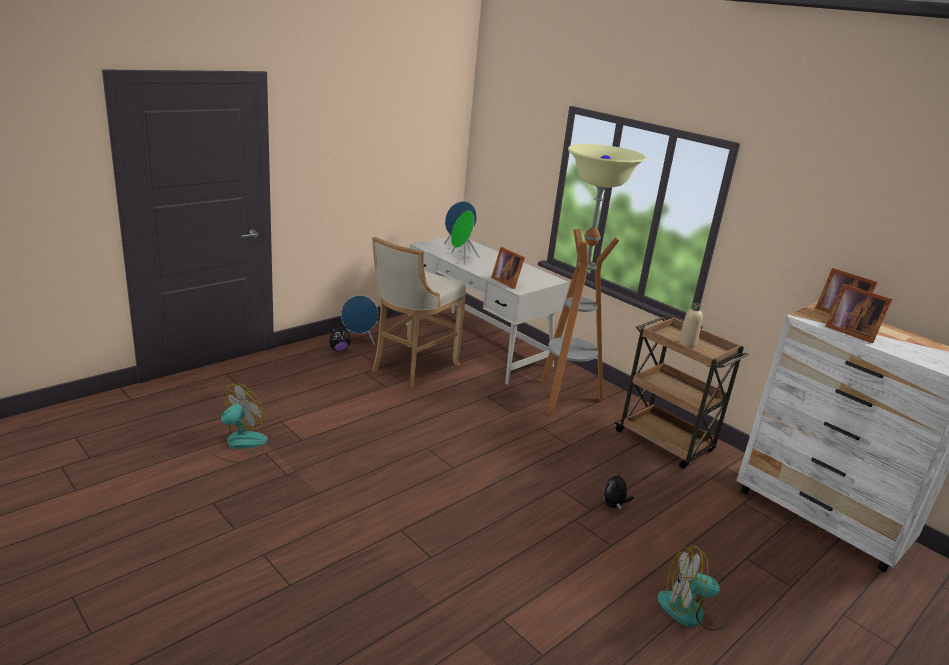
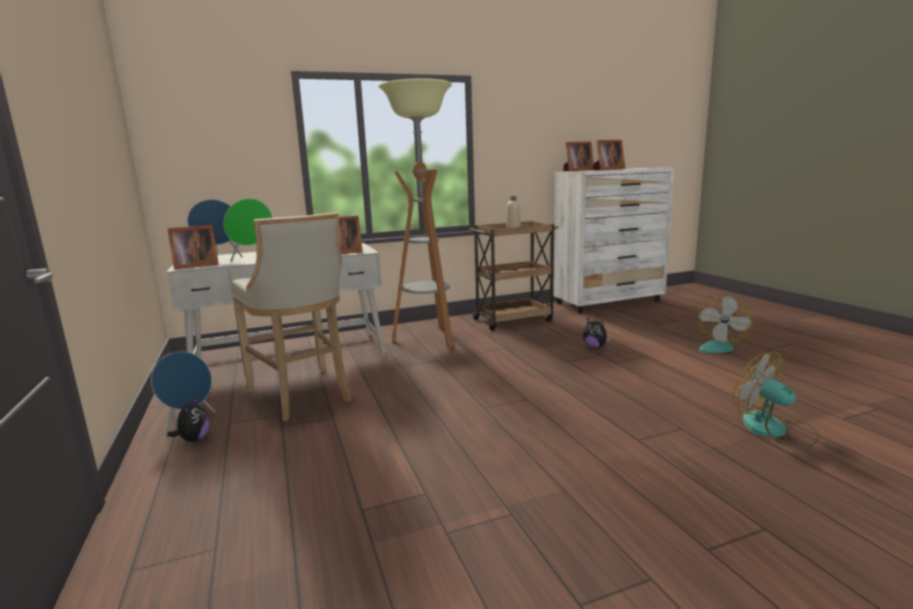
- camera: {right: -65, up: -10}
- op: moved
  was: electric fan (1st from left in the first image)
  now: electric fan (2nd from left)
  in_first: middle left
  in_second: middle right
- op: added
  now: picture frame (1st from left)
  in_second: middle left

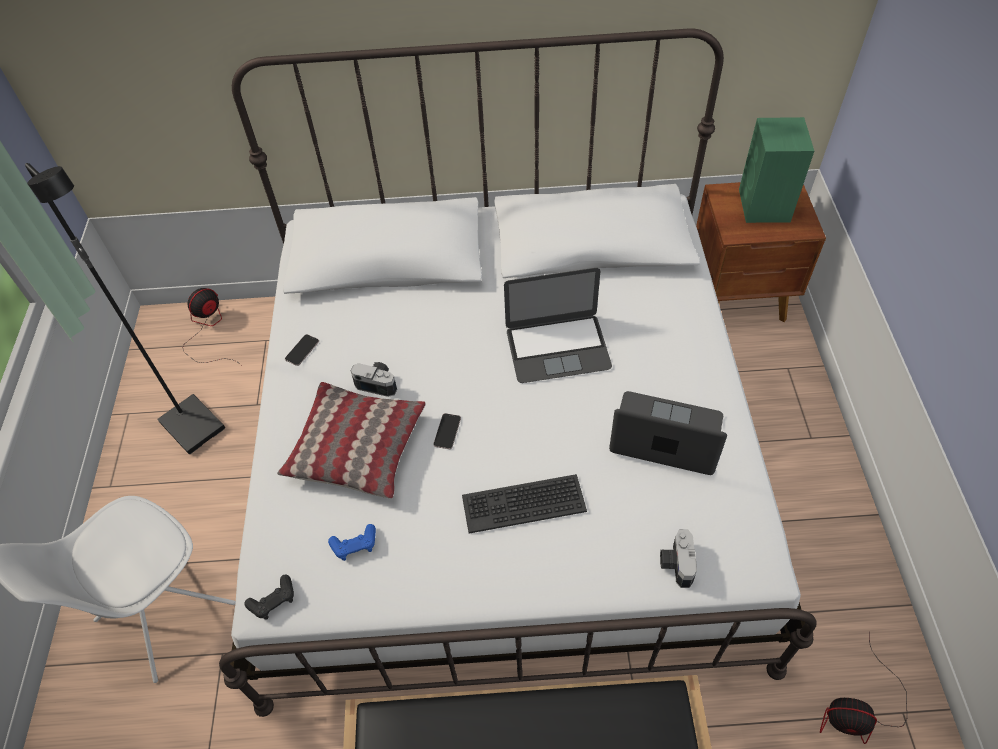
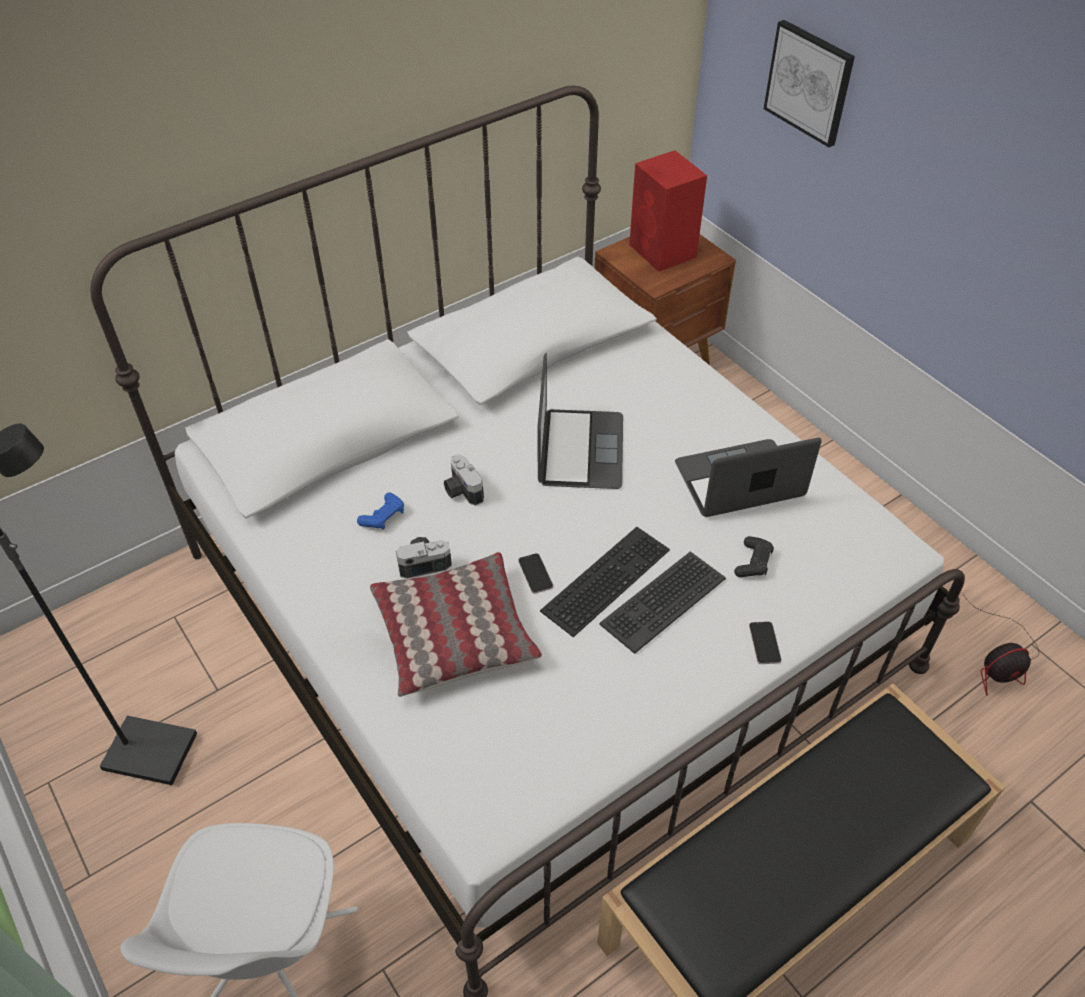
- camera: {right: -35, up: -5}
- op: recoloured
  was: greenish loudspeaker
  now: reddish loudspeaker
  in_first: top right
  in_second: top centre
- op: turned
  was: portable computer (1st from left)
  in_first: centre
  in_second: centre
  clockwise: -45
- op: removed
  was: electric fan (1st from left)
  in_first: middle left
- op: moved
  was: phone (1st from left in the first image)
  now: phone (2nd from left)
  in_first: middle left
  in_second: middle right
- op: moved
  was: bluish gamepad
  in_first: bottom centre
  in_second: centre
- op: moved
  was: still camera (2nd from left)
  in_first: bottom right
  in_second: centre
- op: moved
  was: blackish gamepad
  in_first: bottom left
  in_second: middle right
- op: added
  now: picture
  in_second: top right
- op: added
  now: PC keyboard (1st from left)
  in_second: centre

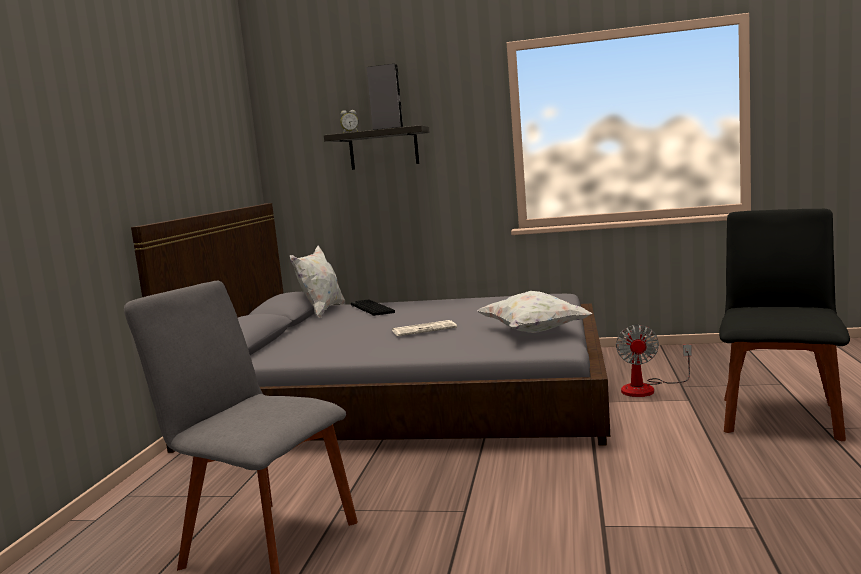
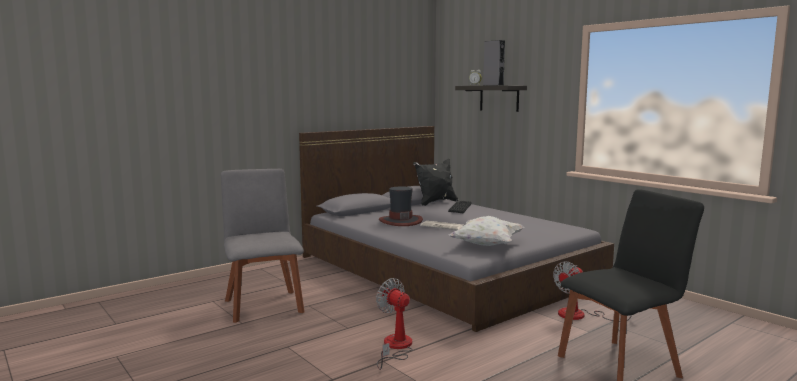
- camera: {right: 40, up: 0}
- op: recoloured
  was: whitish pillow (1st from left)
  now: blackish pillow
  in_first: centre
  in_second: centre
- op: added
  now: wearable hat
  in_second: centre
- op: added
  now: electric fan (1st from left)
  in_second: bottom centre

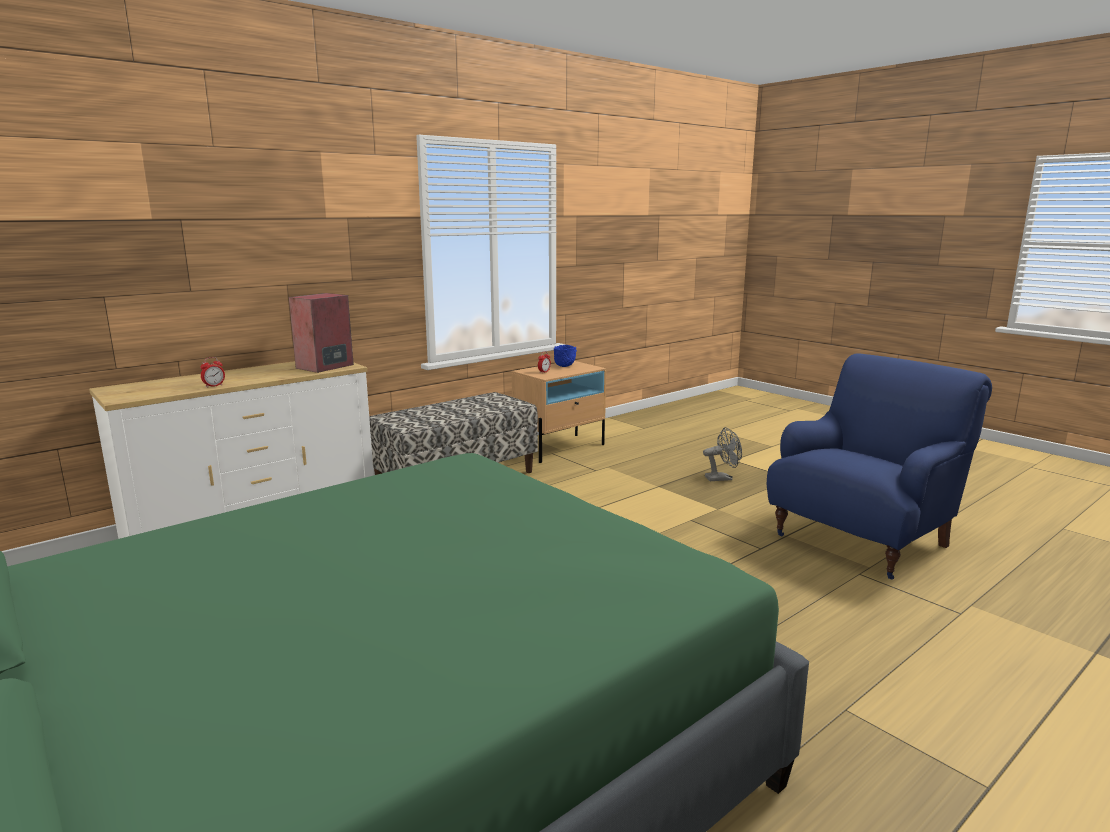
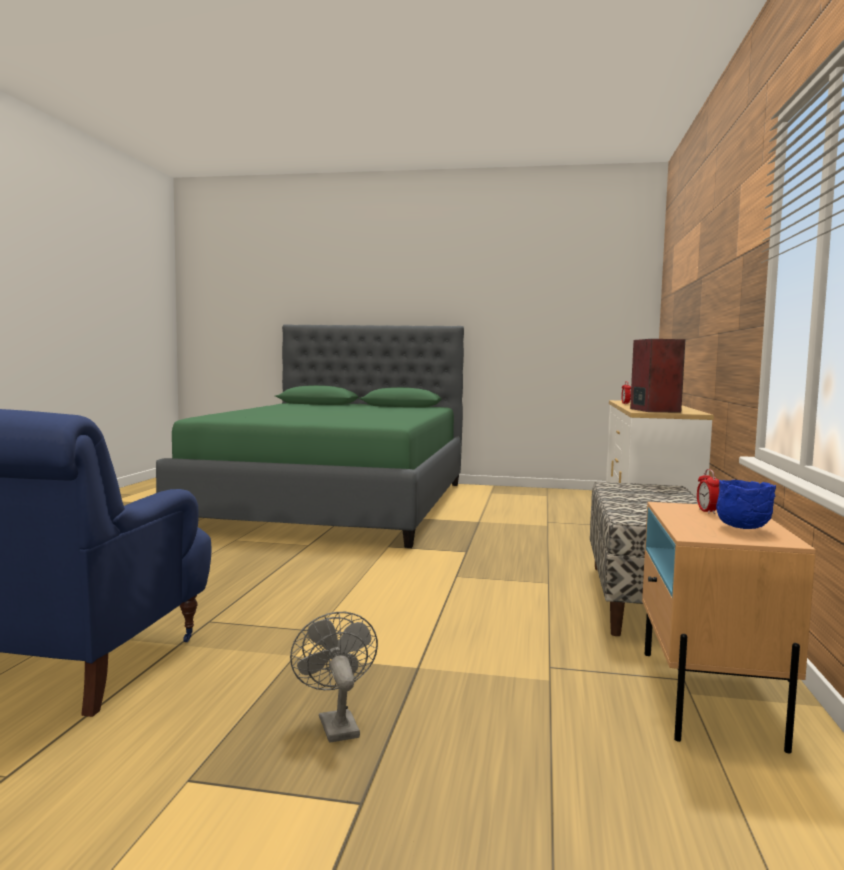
- camera: {right: 140, up: -10}
- op: turned
  was: greyish electric fan
  in_first: centre
  in_second: bottom centre
  clockwise: 120

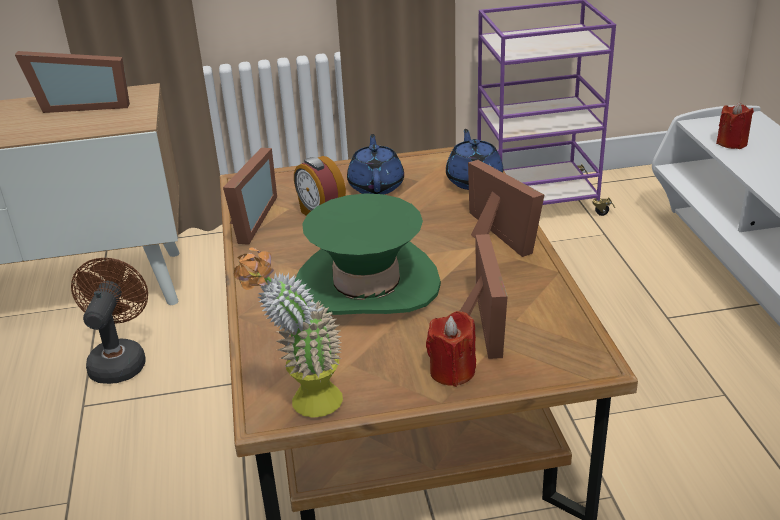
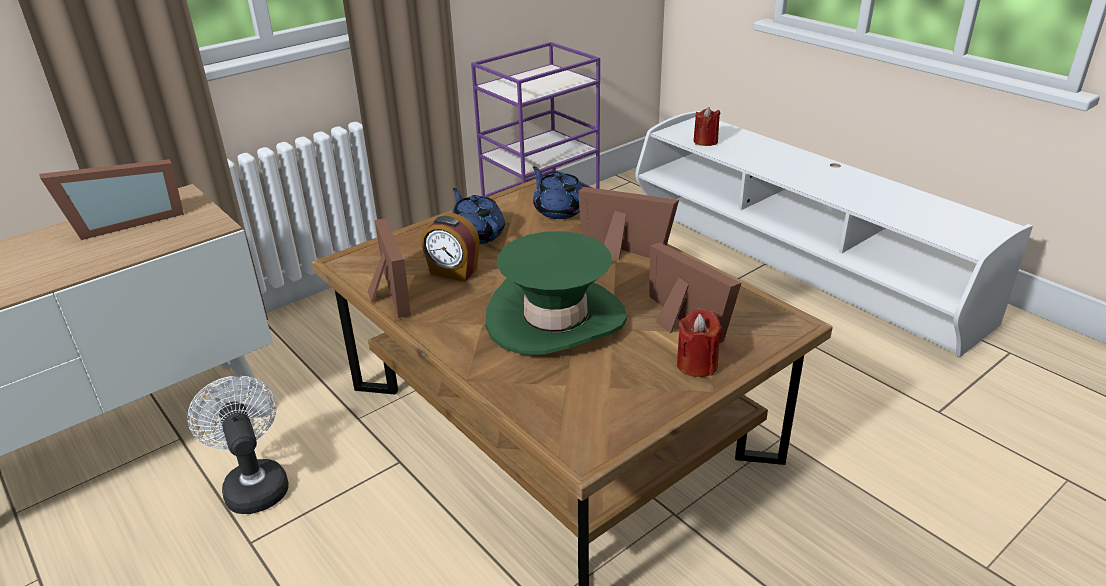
- camera: {right: -30, up: 0}
- op: removed
  was: houseplant
  in_first: centre
- op: recoloured
  was: brown electric fan
  now: whitish electric fan
  in_first: middle left
  in_second: bottom left

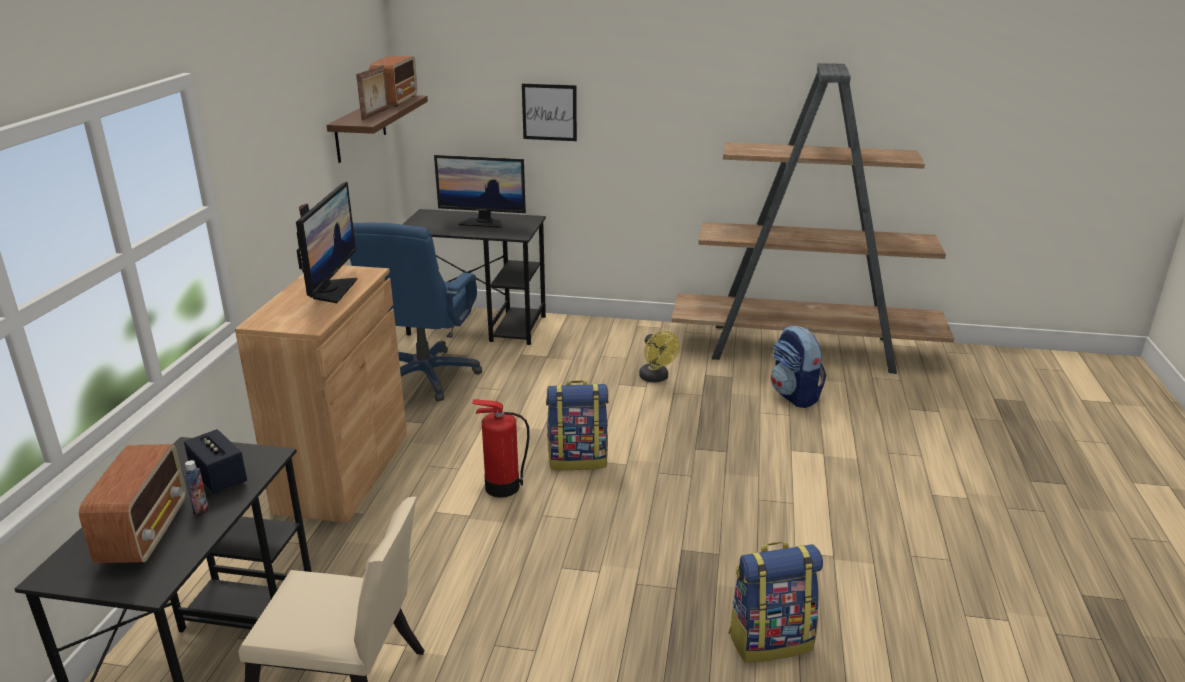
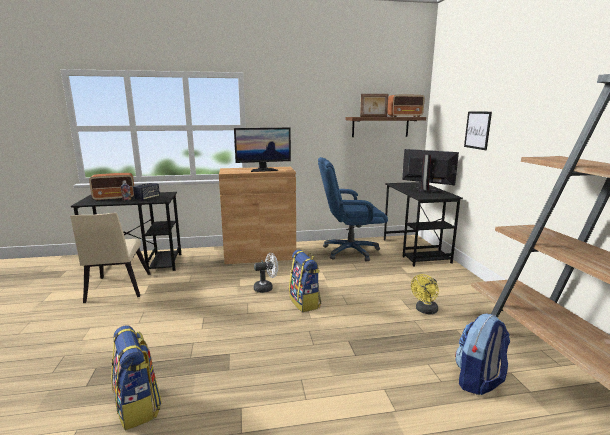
- camera: {right: 70, up: -10}
- op: turned
  was: computer screen (2nd from left)
  in_first: top centre
  in_second: middle right
  clockwise: 135
- op: replaced
  was: fire extinguisher
  now: whitish electric fan
  in_first: centre
  in_second: centre

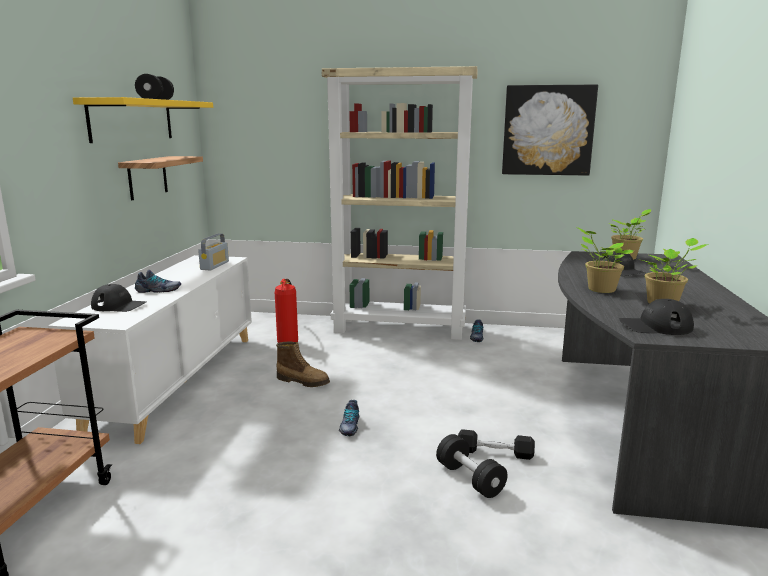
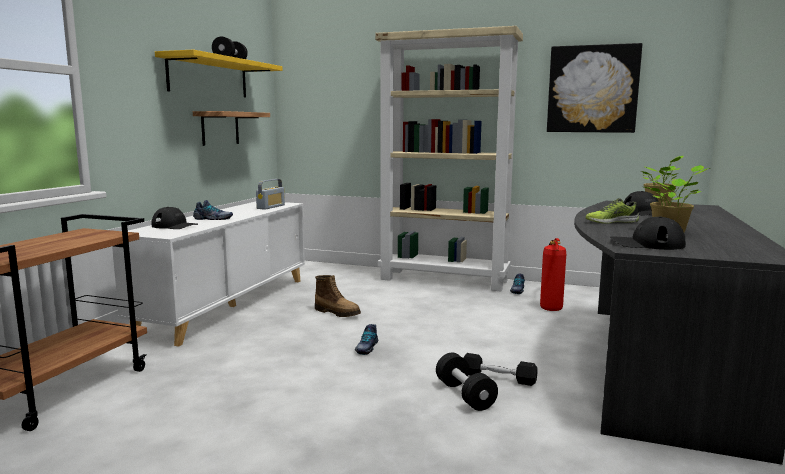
- camera: {right: 10, up: -5}
- op: replaced
  was: houseplant (1st from left)
  now: shoe (4th from left)
  in_first: middle right
  in_second: middle right
- op: moved
  was: fire extinguisher
  in_first: centre
  in_second: middle right

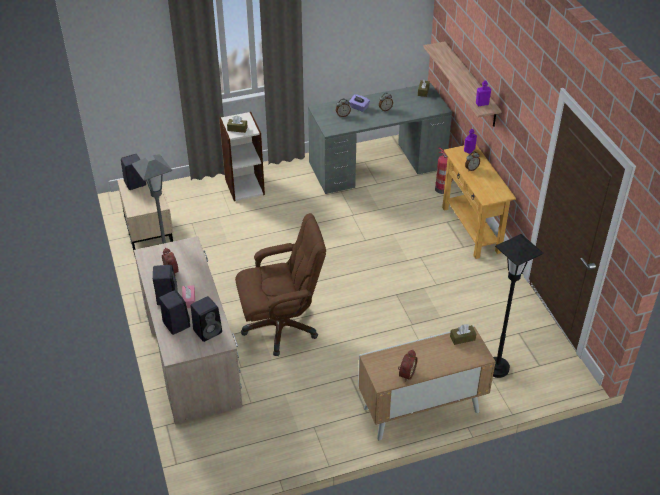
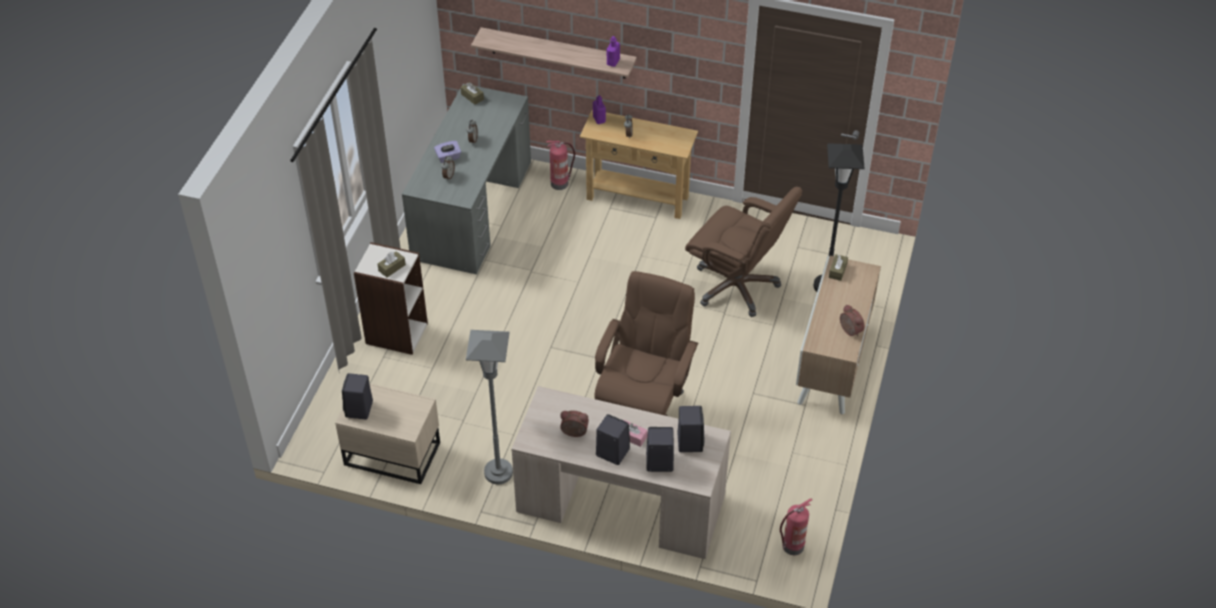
- camera: {right: -55, up: 5}
- op: added
  now: brown desk chair (2nd from left)
  in_second: centre
- op: added
  now: fire extinguisher (2nd from left)
  in_second: bottom centre

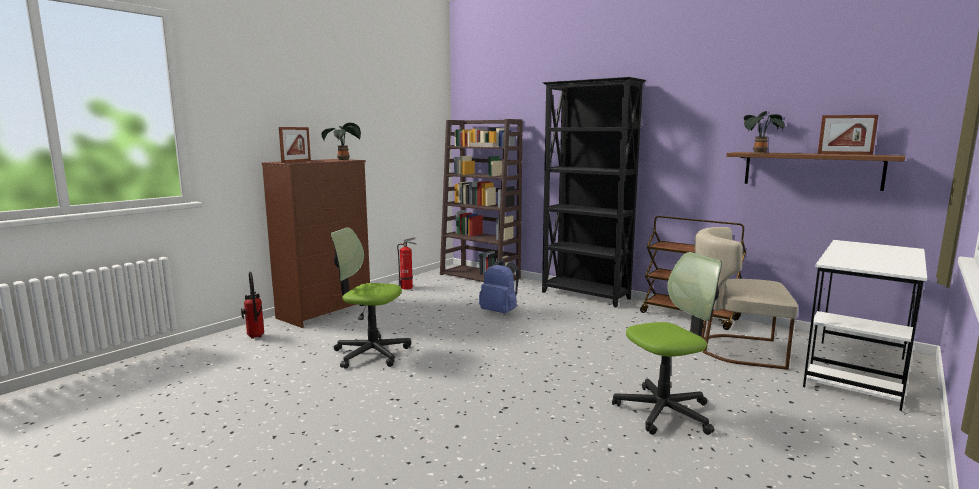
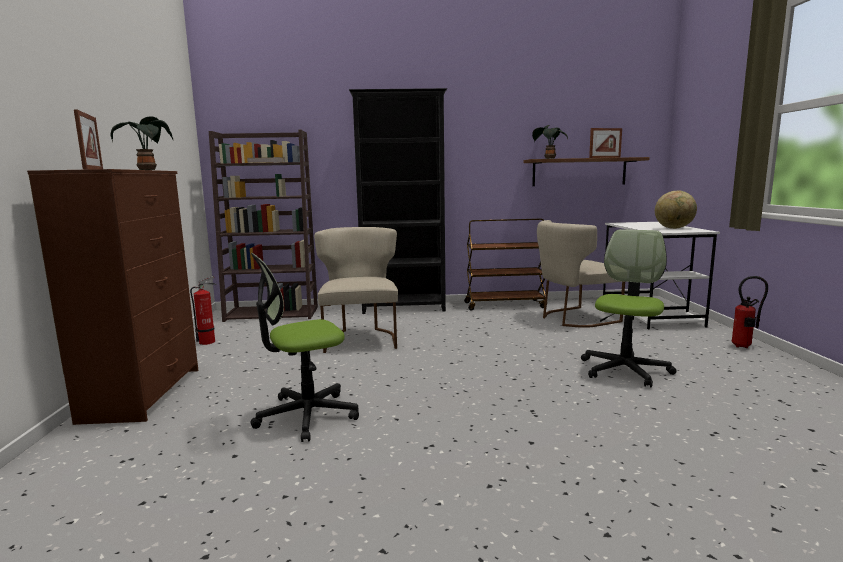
- camera: {right: -40, up: 0}
- op: replaced
  was: bluish backpack
  now: sand-coloured plain chair (1st from left)
  in_first: centre
  in_second: centre
- op: moved
  was: fire extinguisher (1st from left in the first image)
  now: fire extinguisher (2nd from left)
  in_first: middle left
  in_second: middle right
- op: added
  now: world globe
  in_second: middle right

